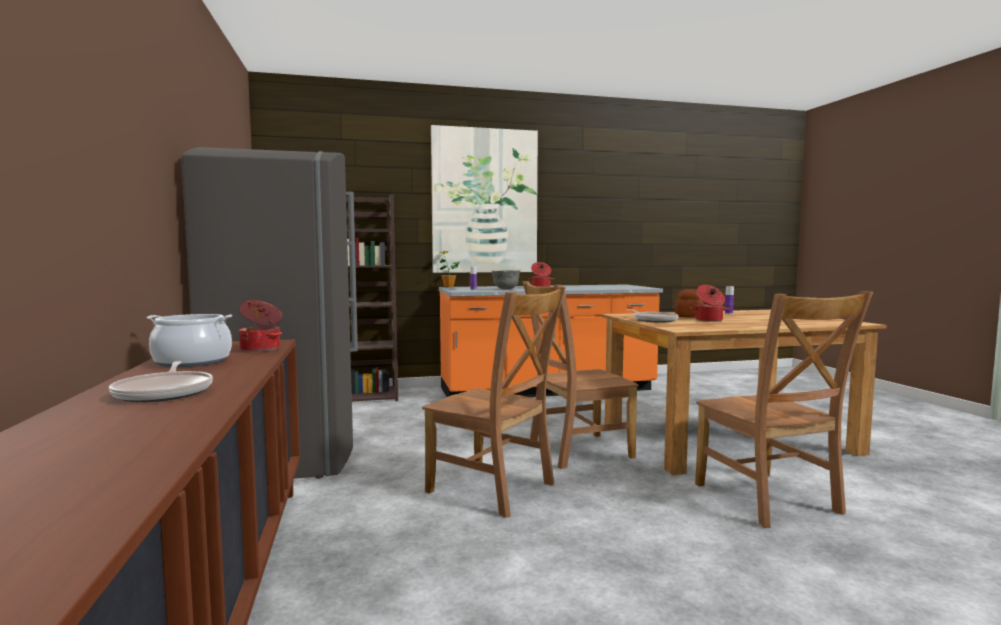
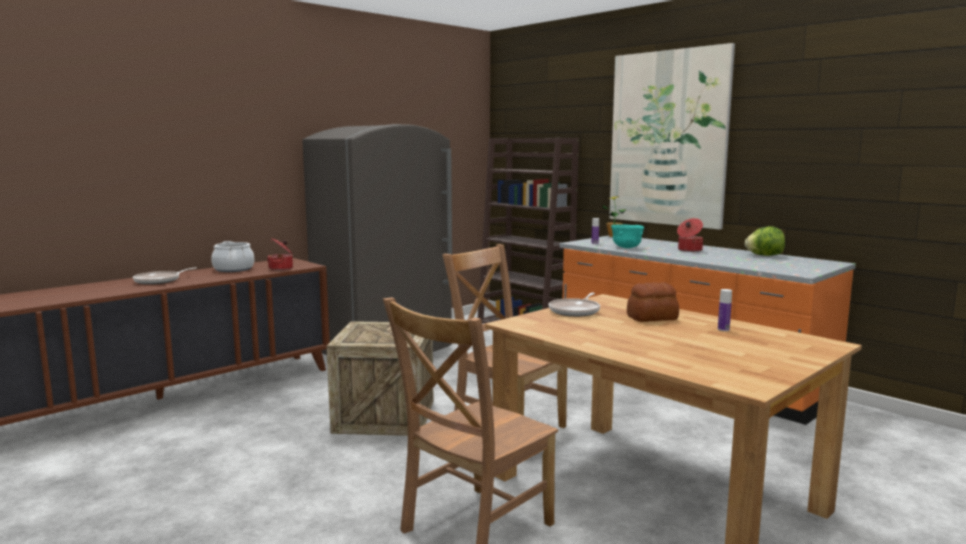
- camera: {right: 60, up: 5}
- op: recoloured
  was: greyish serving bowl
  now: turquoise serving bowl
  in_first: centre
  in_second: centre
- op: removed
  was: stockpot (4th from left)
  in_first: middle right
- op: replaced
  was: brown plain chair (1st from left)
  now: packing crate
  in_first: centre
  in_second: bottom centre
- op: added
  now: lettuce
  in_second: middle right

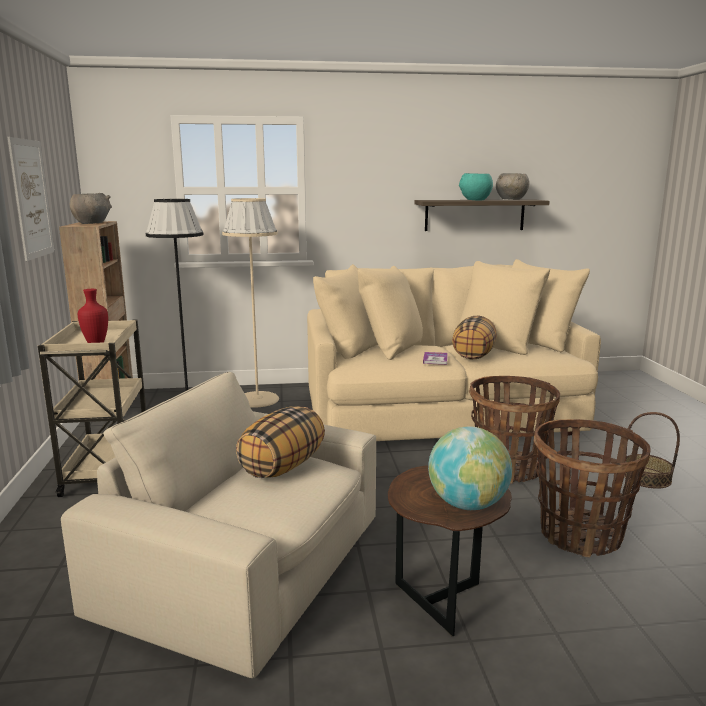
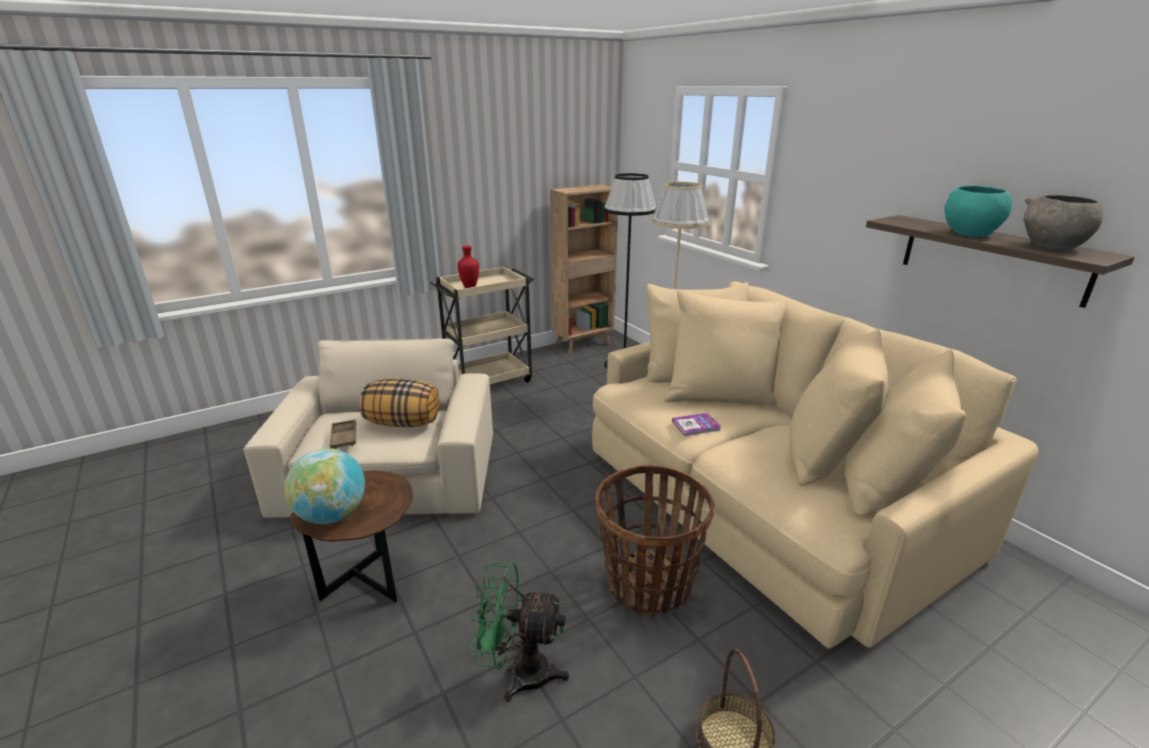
- camera: {right: 65, up: 10}
- op: removed
  was: picture
  in_first: top left
- op: removed
  was: greyish serving bowl (1st from left)
  in_first: top left
- op: removed
  was: pillow (2nd from left)
  in_first: middle right
- op: replaced
  was: basket (2nd from left)
  now: greenish electric fan
  in_first: bottom right
  in_second: bottom centre
- op: added
  now: brown serving tray
  in_second: middle left

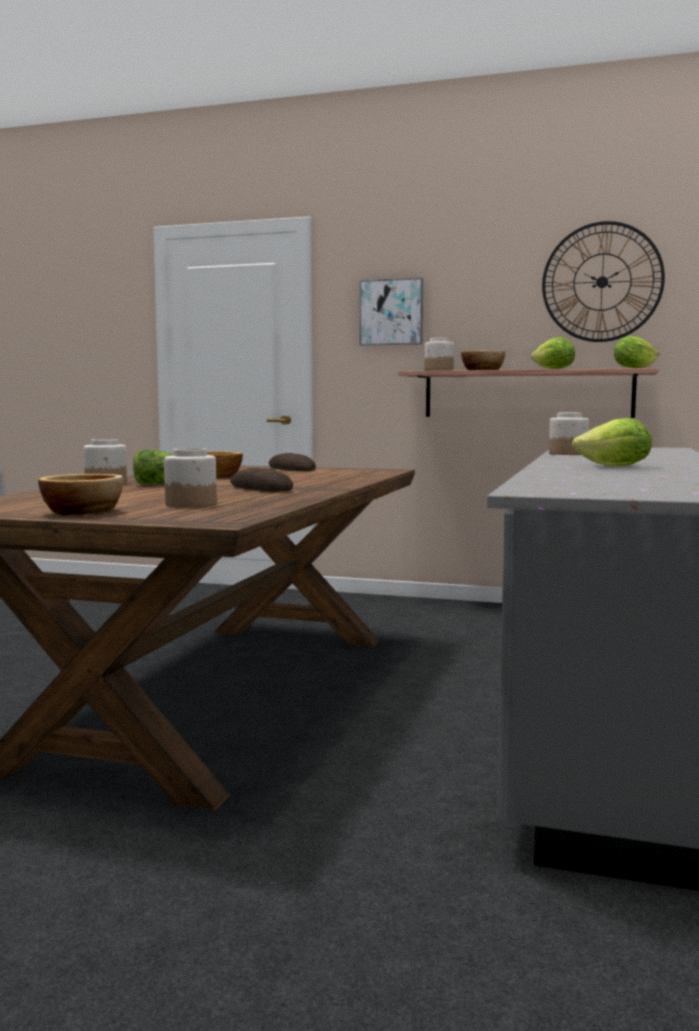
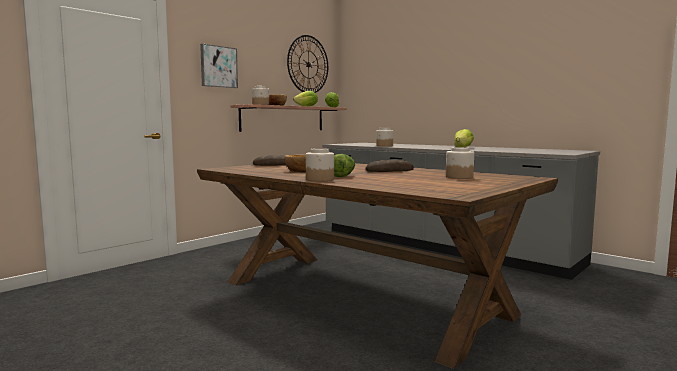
- camera: {right: -65, up: 0}
- op: removed
  was: serving bowl (1st from left)
  in_first: middle left

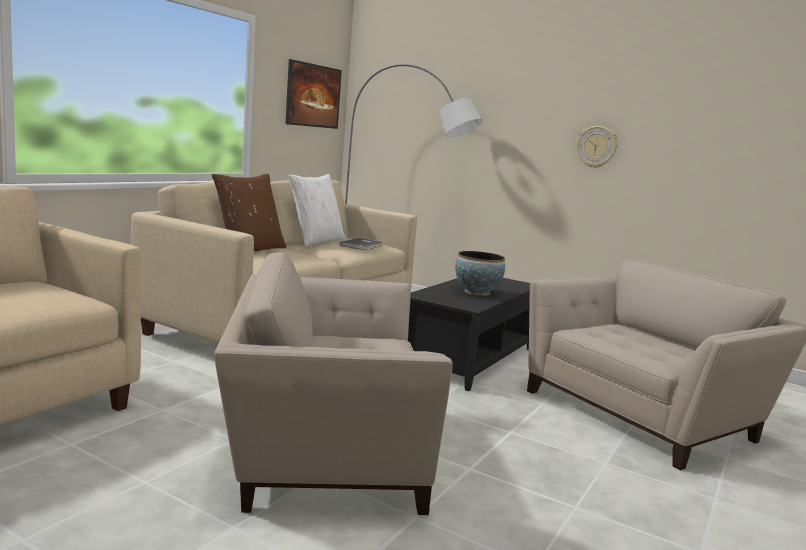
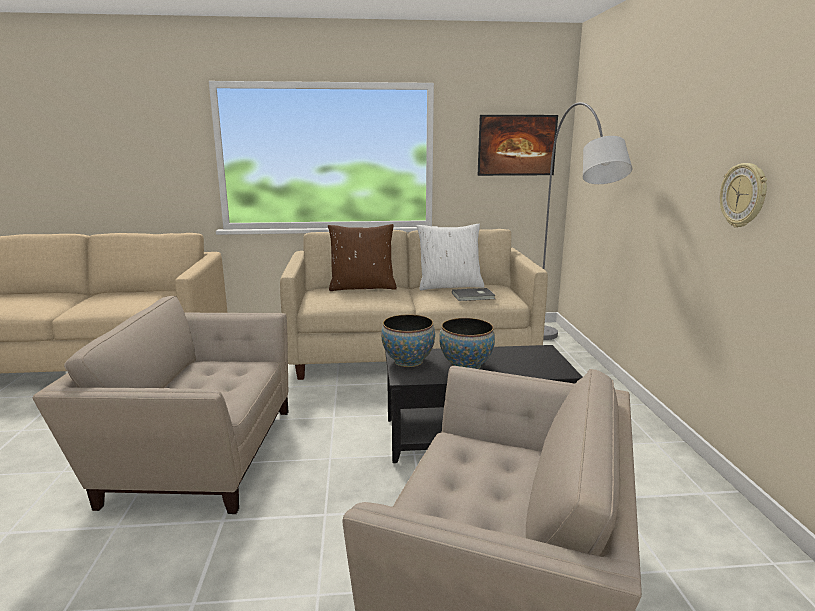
- camera: {right: 55, up: 5}
- op: turned
  was: sand-coloured lounge chair (1st from left)
  in_first: bottom centre
  in_second: middle left
  clockwise: -45
- op: added
  now: serving bowl (1st from left)
  in_second: centre

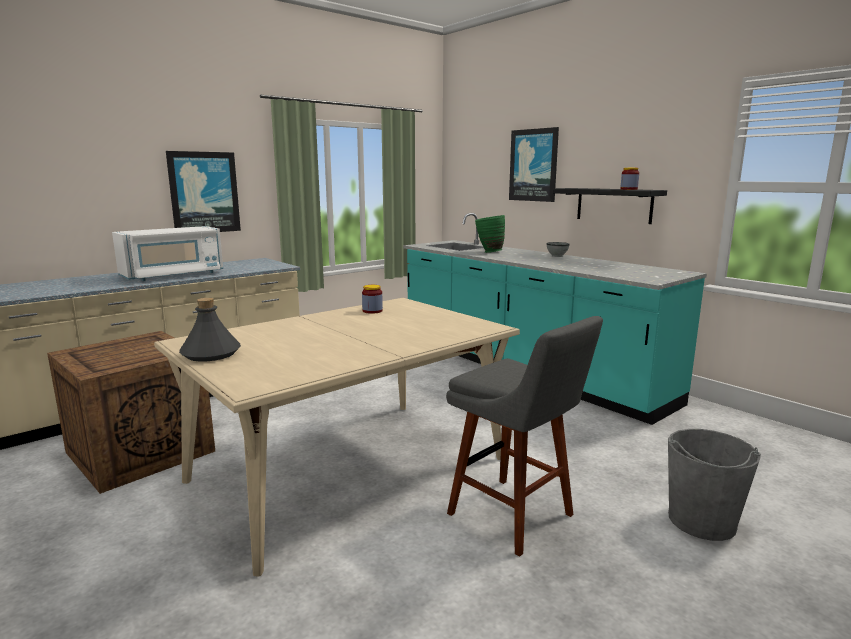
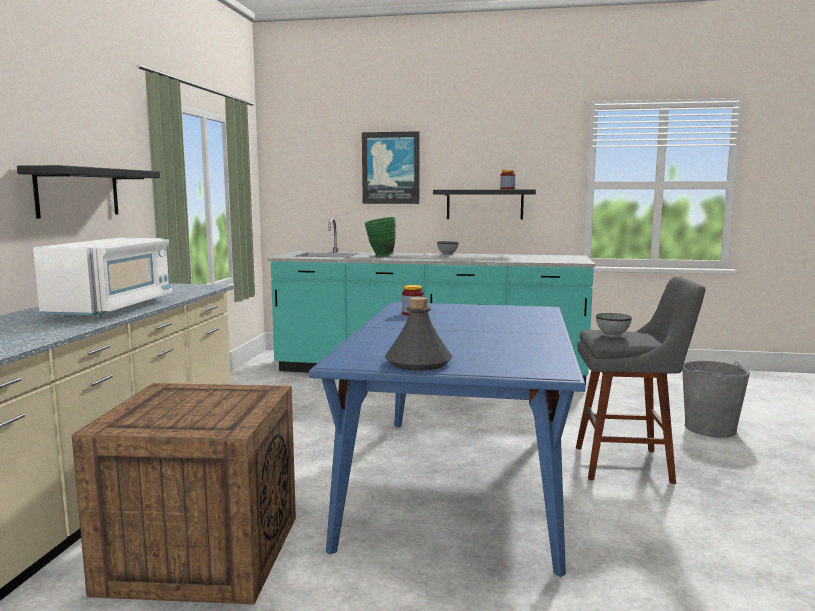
- camera: {right: -40, up: -5}
- op: replaced
  was: picture (1st from left)
  now: blackish bracket shelf (1st from left)
  in_first: top left
  in_second: top left
- op: recoloured
  was: sand-coloured dining table
  now: bluish dining table
  in_first: bottom centre
  in_second: bottom centre
- op: added
  now: greyish serving bowl (2nd from left)
  in_second: middle right

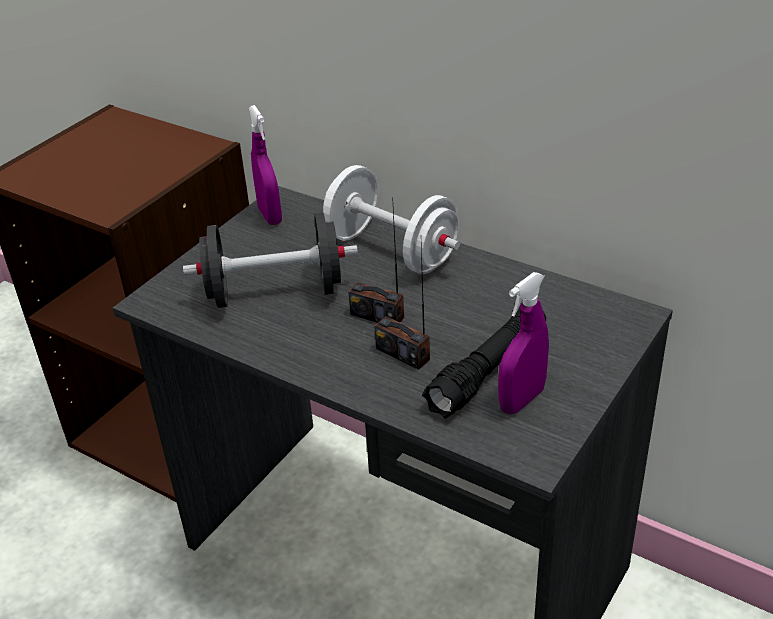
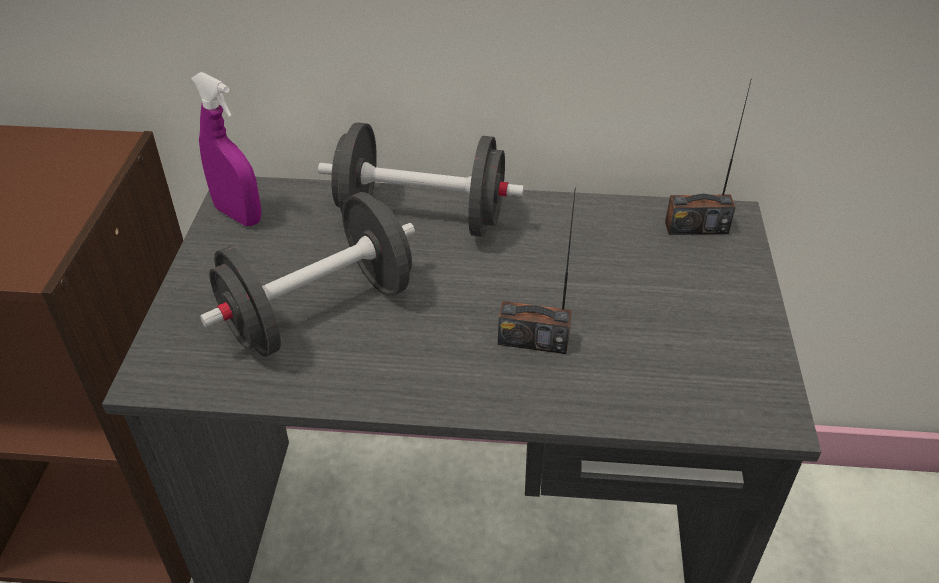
- camera: {right: -30, up: 5}
- op: recoloured
  was: whitish dumbbell
  now: blackish dumbbell (2nd from left)
  in_first: centre
  in_second: top centre
- op: moved
  was: radio set (1st from left in the first image)
  now: radio set (2nd from left)
  in_first: centre
  in_second: top right
- op: removed
  was: purple hand sprayer (2nd from left)
  in_first: middle right
- op: removed
  was: blackish flashlight
  in_first: centre

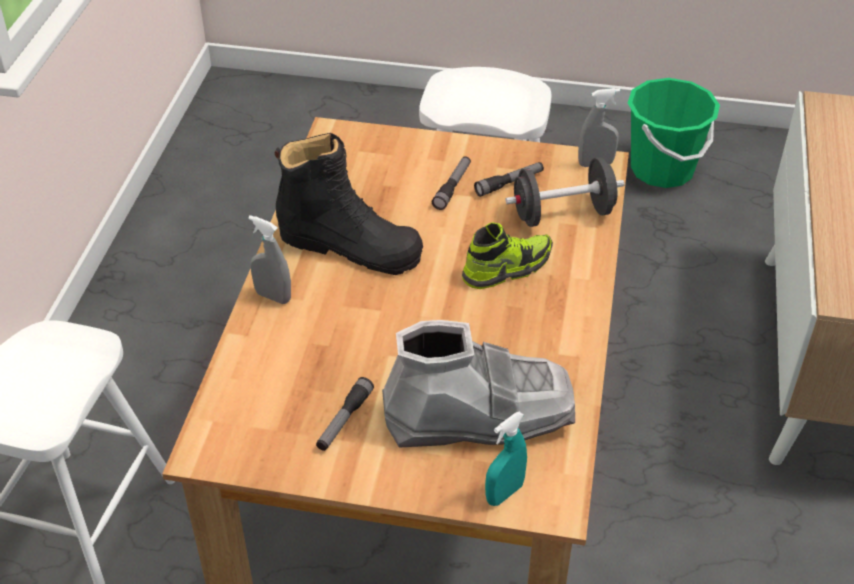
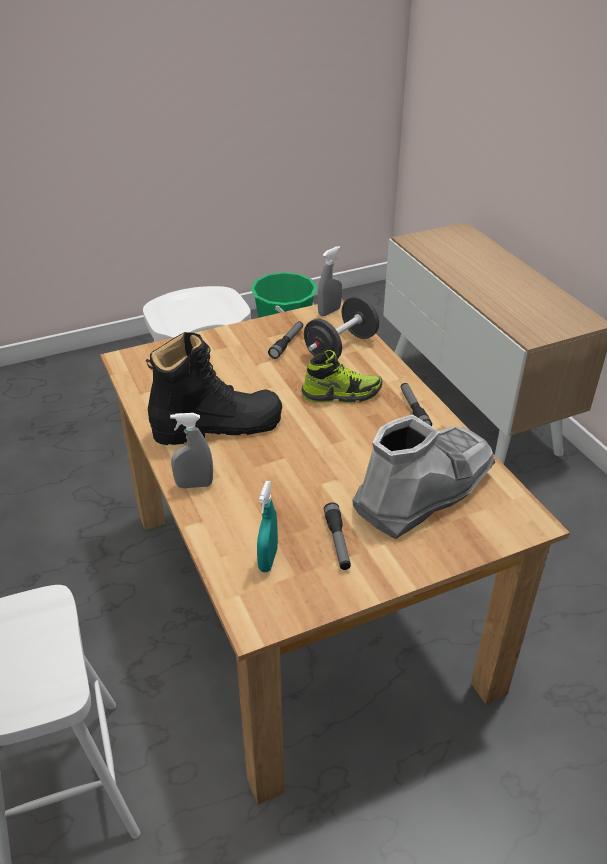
- camera: {right: -35, up: -5}
- op: moved
  was: flashlight (2nd from left in the first image)
  now: flashlight (3rd from left)
  in_first: top centre
  in_second: middle right
- op: turned
  was: shoe
  in_first: centre
  in_second: centre
  clockwise: 60
- op: moved
  was: turquoise hand sprayer
  in_first: bottom centre
  in_second: centre

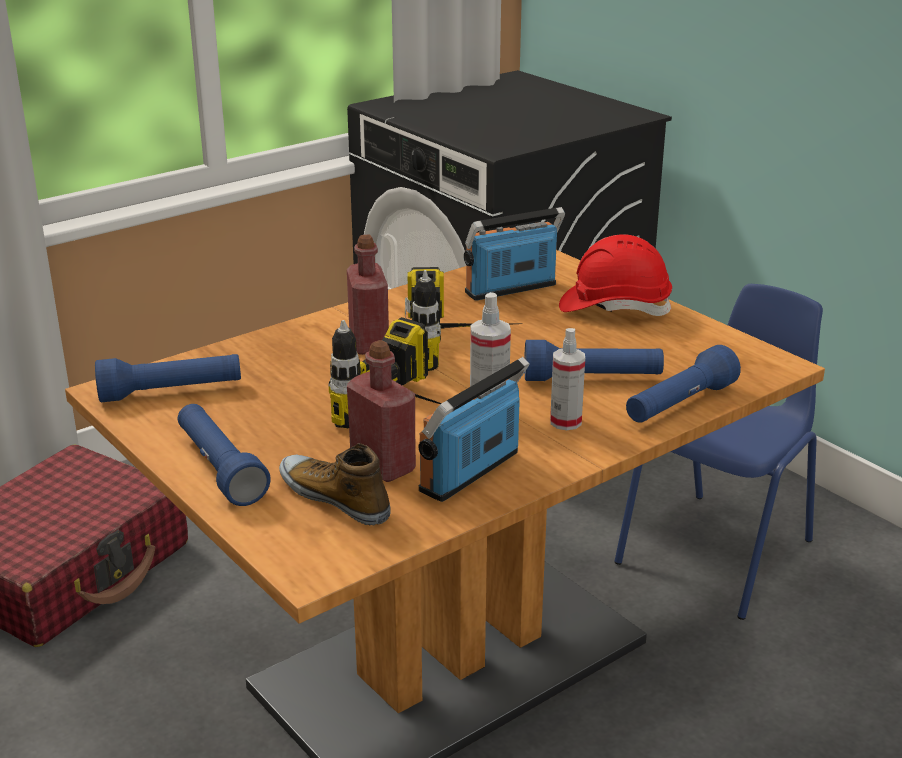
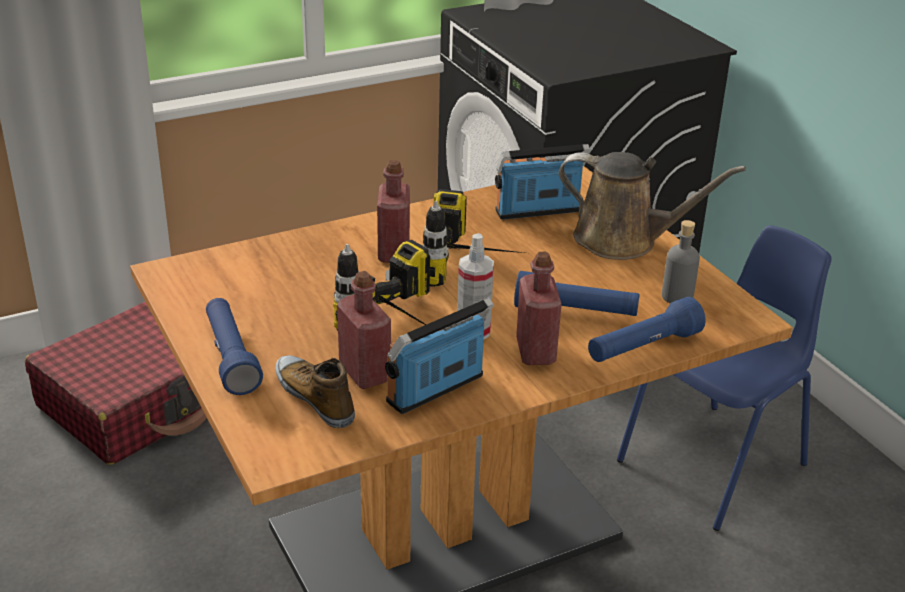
- camera: {right: 10, up: 5}
- op: replaced
  was: reddish safety helmet
  now: brown watering can
  in_first: middle right
  in_second: middle right
- op: replaced
  was: hand sprayer (2nd from left)
  now: reddish bottle (3rd from left)
  in_first: centre
  in_second: centre
- op: removed
  was: bluish flashlight (1st from left)
  in_first: middle left
- op: added
  now: greyish bottle
  in_second: middle right

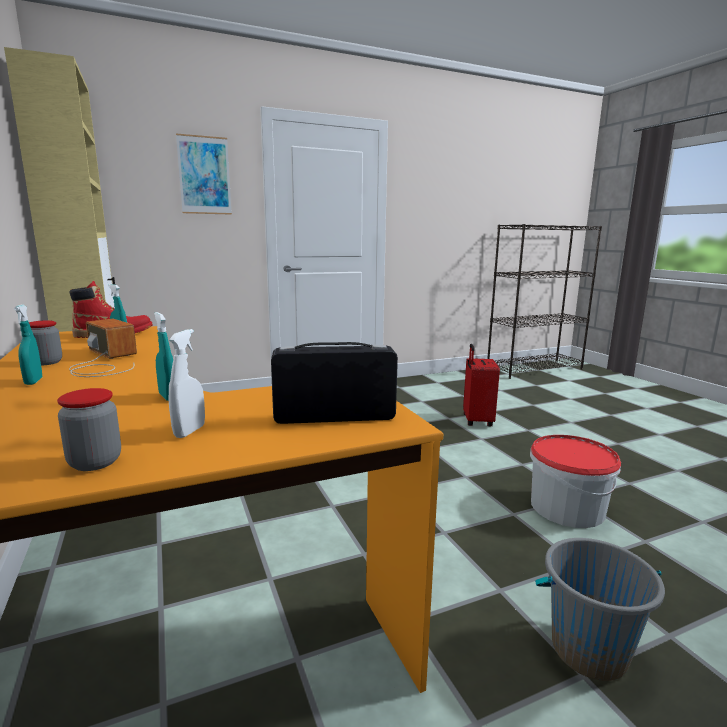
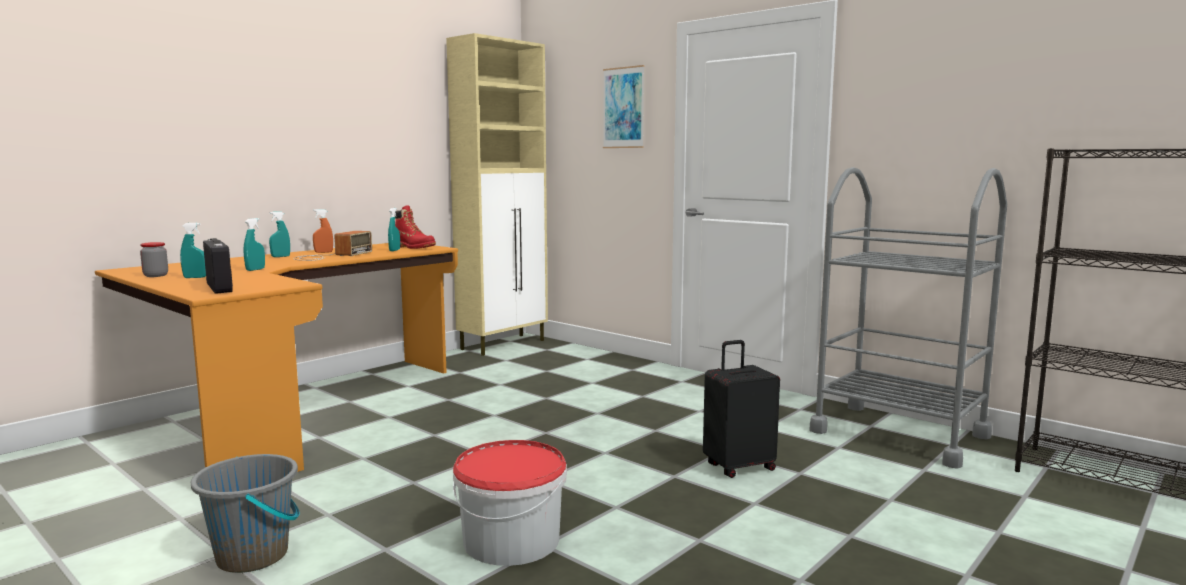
- camera: {right: 65, up: -5}
- op: replaced
  was: jar (1st from left)
  now: orange-coloured hand sprayer
  in_first: middle left
  in_second: middle left
- op: recoloured
  was: whitish hand sprayer
  now: turquoise hand sprayer (1st from left)
  in_first: middle left
  in_second: middle left
- op: recoloured
  was: reddish suitcase
  now: blackish suitcase
  in_first: centre
  in_second: bottom centre
- op: added
  now: greyish trolley
  in_second: middle right

